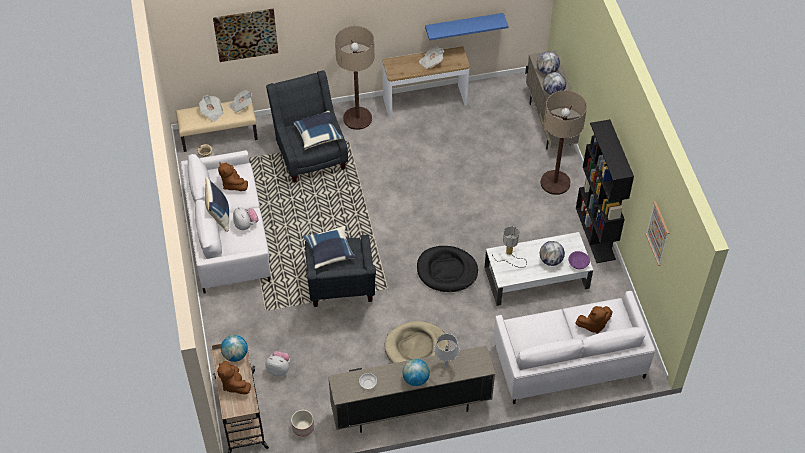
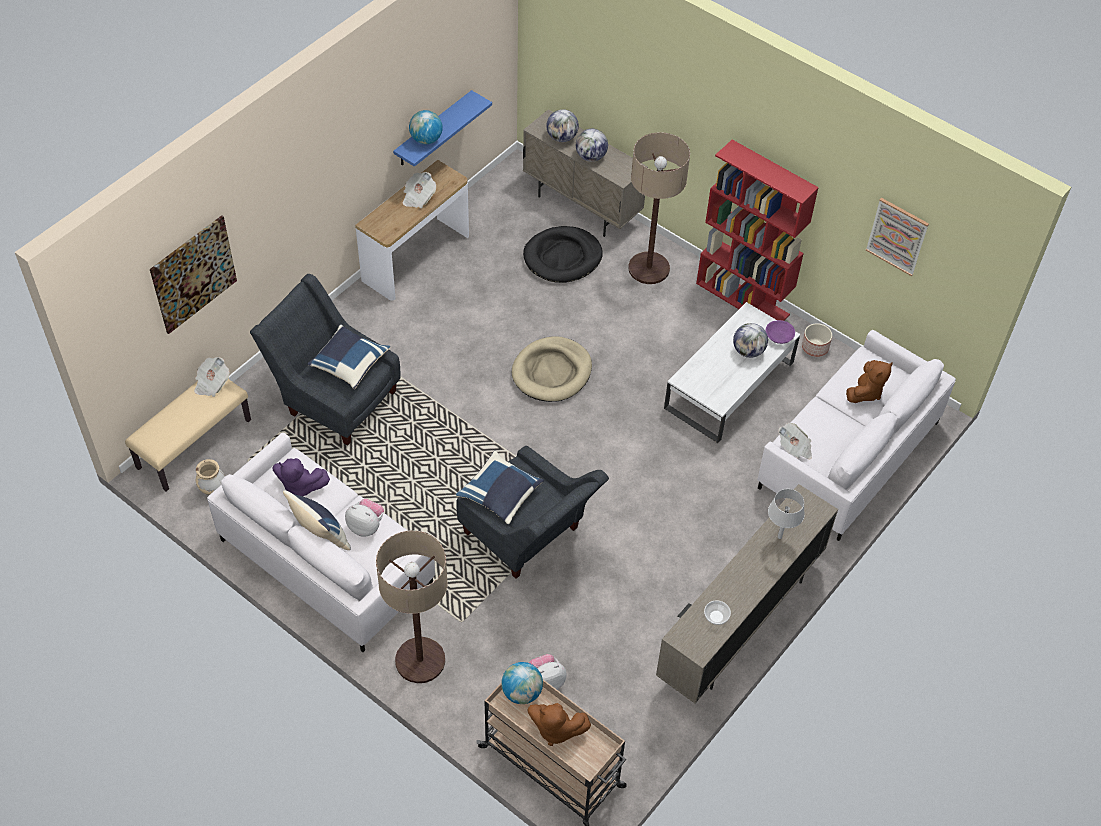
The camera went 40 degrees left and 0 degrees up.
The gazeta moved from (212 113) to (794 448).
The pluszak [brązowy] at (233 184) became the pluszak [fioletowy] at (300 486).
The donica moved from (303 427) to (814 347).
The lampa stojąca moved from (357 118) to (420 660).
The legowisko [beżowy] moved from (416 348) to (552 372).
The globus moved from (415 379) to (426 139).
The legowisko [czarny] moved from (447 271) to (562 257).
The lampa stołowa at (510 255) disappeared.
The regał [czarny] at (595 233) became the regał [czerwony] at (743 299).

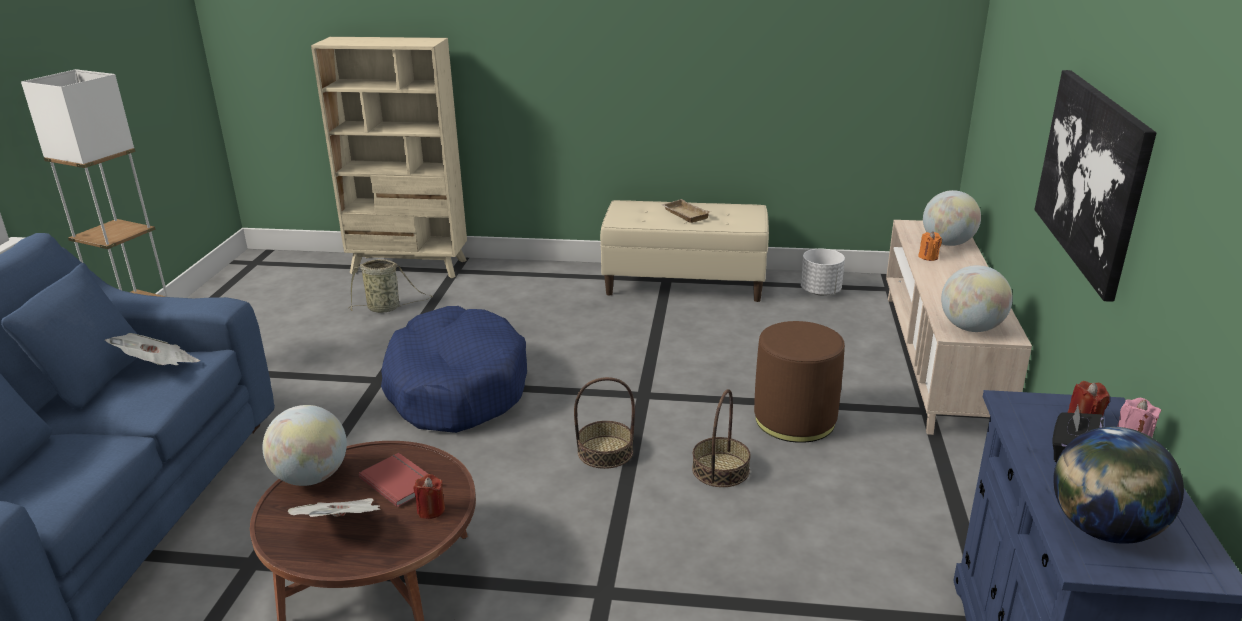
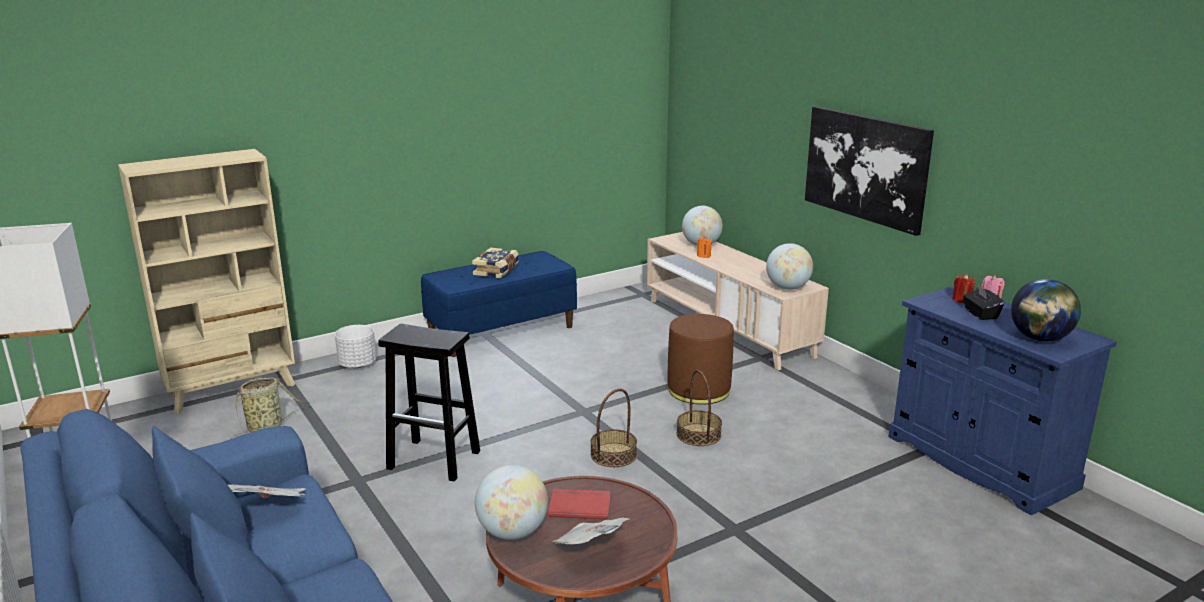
The camera went 40 degrees left and 5 degrees down.
The legowisko [niebieski] at (456 387) was replaced by the stołek [czarny] at (435 460).
The świeca [czerwony] at (431 510) disappeared.
The ławka [beżowy] at (685 284) became the ławka [niebieski] at (502 331).
The taca [beżowy] at (684 214) was replaced by the książka at (497 271).
The donica [biały] moved from (821 291) to (358 364).

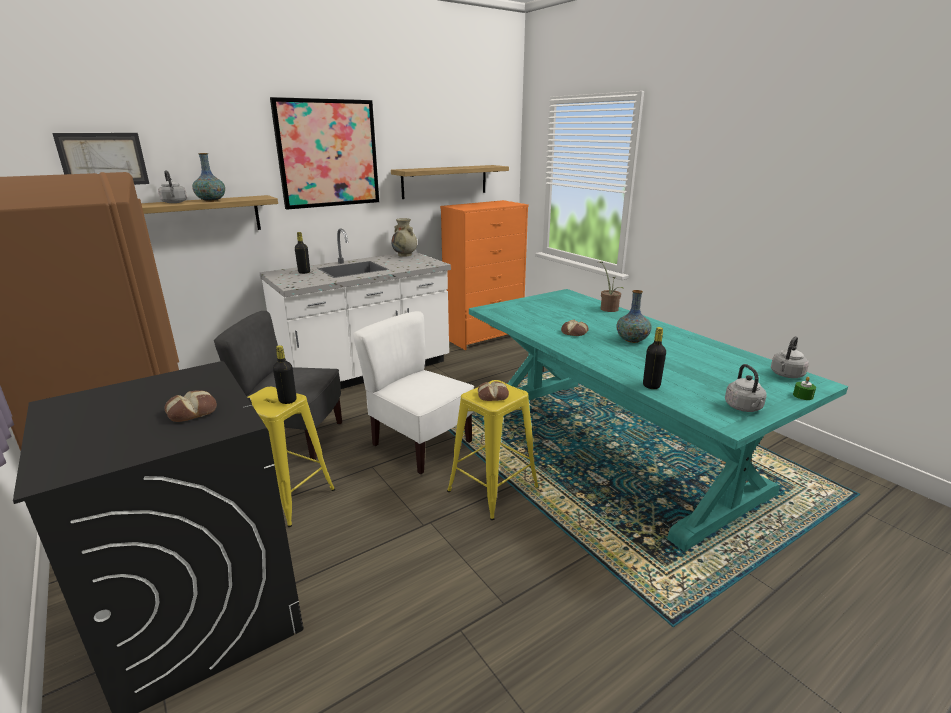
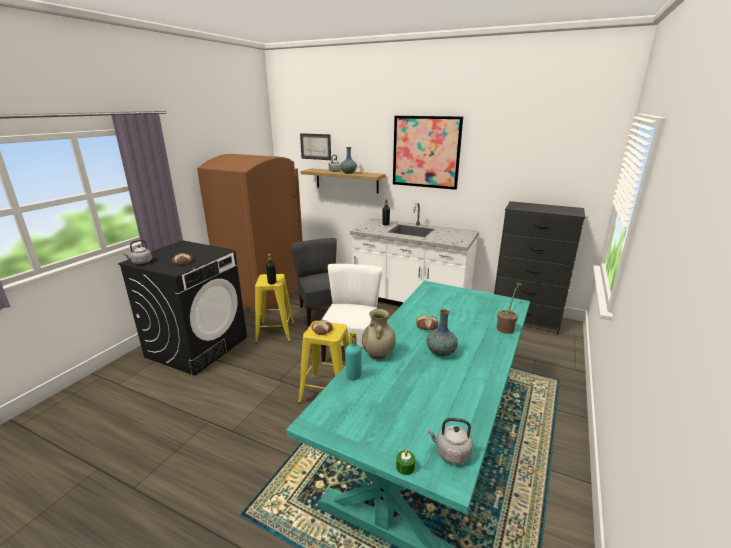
The camera went 60 degrees right and 0 degrees up.
The półka at (445 181) disappeared.
The wazon [beżowy] moved from (405 255) to (378 354).
The komoda [pomarańczowy] at (484 336) became the komoda [czarny] at (525 319).
The butelka [czarny] at (651 385) became the butelka [turkusowy] at (353 376).
The czajnik [szary] moved from (744 408) to (141 262).

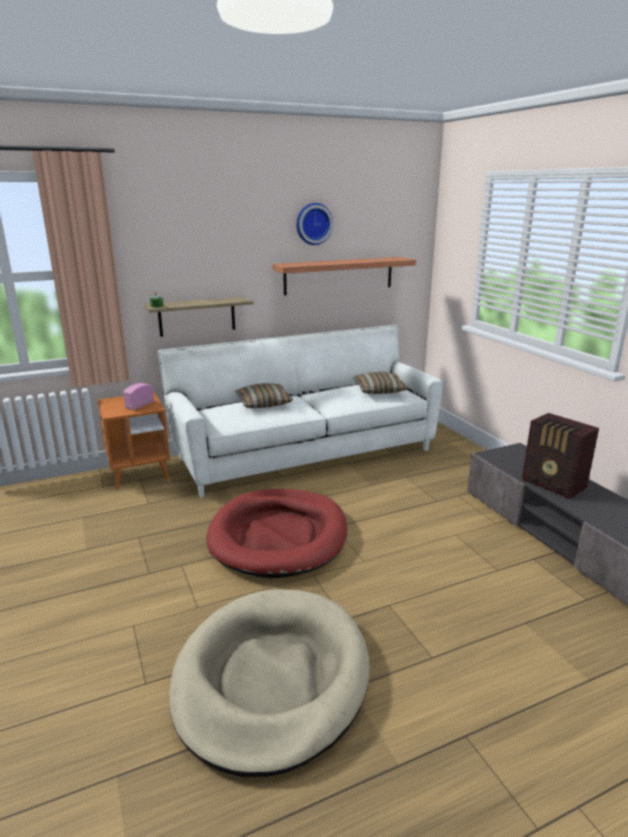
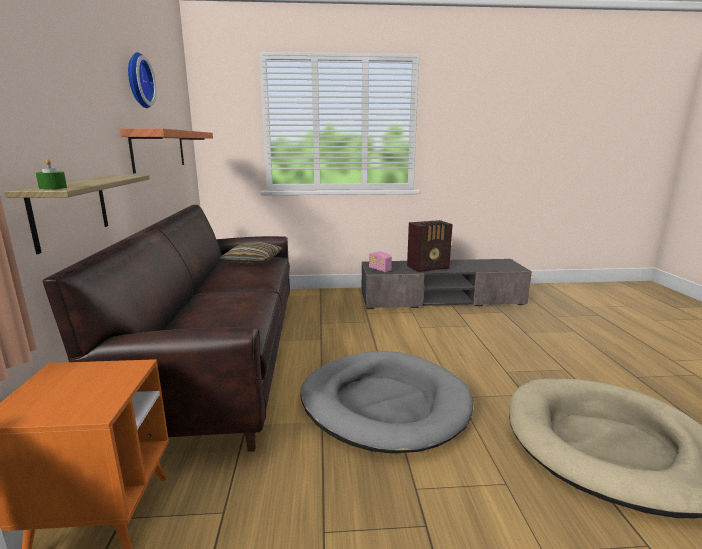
The camera went 70 degrees left and 5 degrees down.
The radio moved from (140 405) to (380 269).
The kanapa [biały] at (305 454) became the kanapa [brązowy] at (222 357).
The legowisko [czerwony] at (278 536) became the legowisko [szary] at (384 404).
The poduszka at (263 403) disappeared.

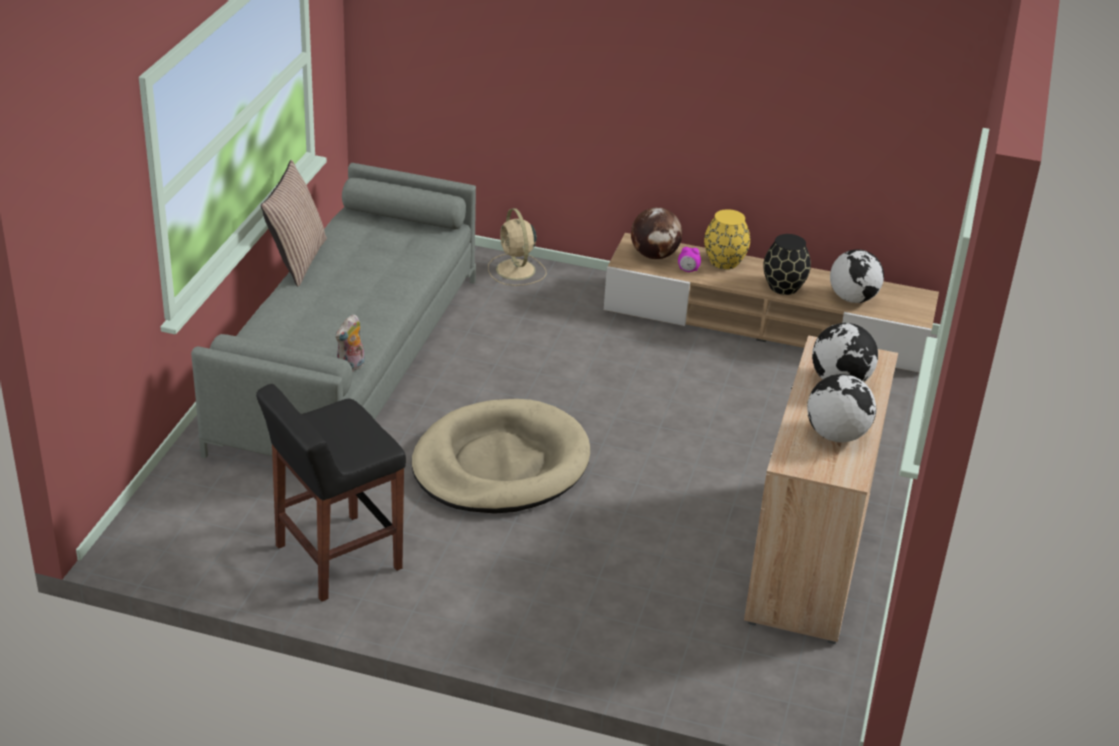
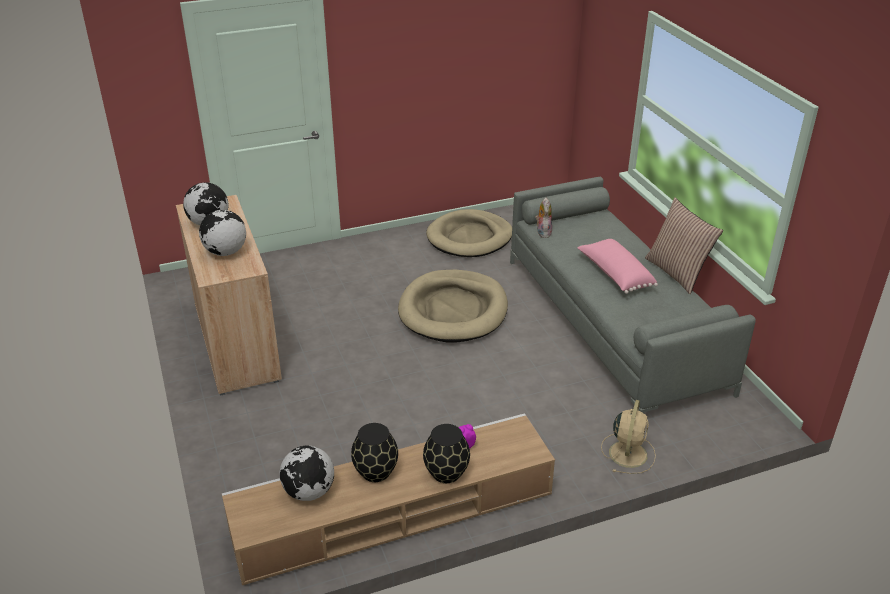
The camera went 145 degrees right and 0 degrees up.
The stołek [czarny] at (336 558) was replaced by the legowisko [beżowy] at (470 237).
The wentylator [beżowy] at (516 270) turned 75 degrees clockwise.
The globus at (654 255) disappeared.
The wazon [żółty] at (723 261) became the wazon [czarny] at (447 472).
The poduszka [różowy] at (615 274) appeared.

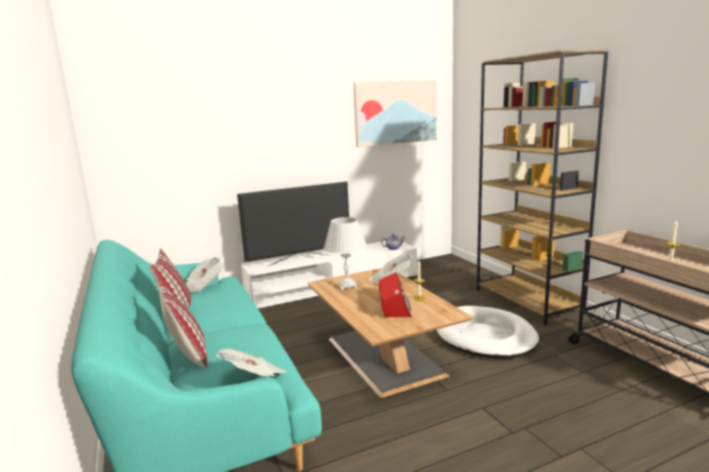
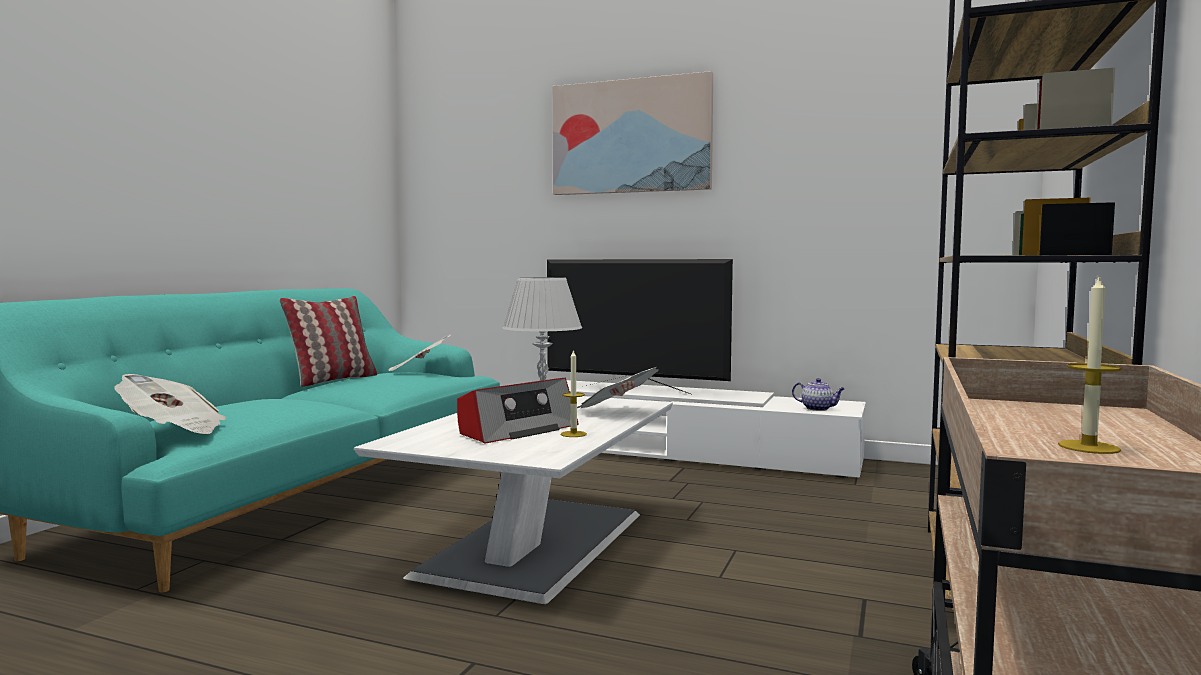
The camera went 45 degrees right and 10 degrees down.
The poduszka at (188 354) disappeared.
The ława [brązowy] at (382 355) became the ława [biały] at (536 541).
The obraz moved from (395 112) to (631 136).
The legowisko [biały] at (485 336) disappeared.

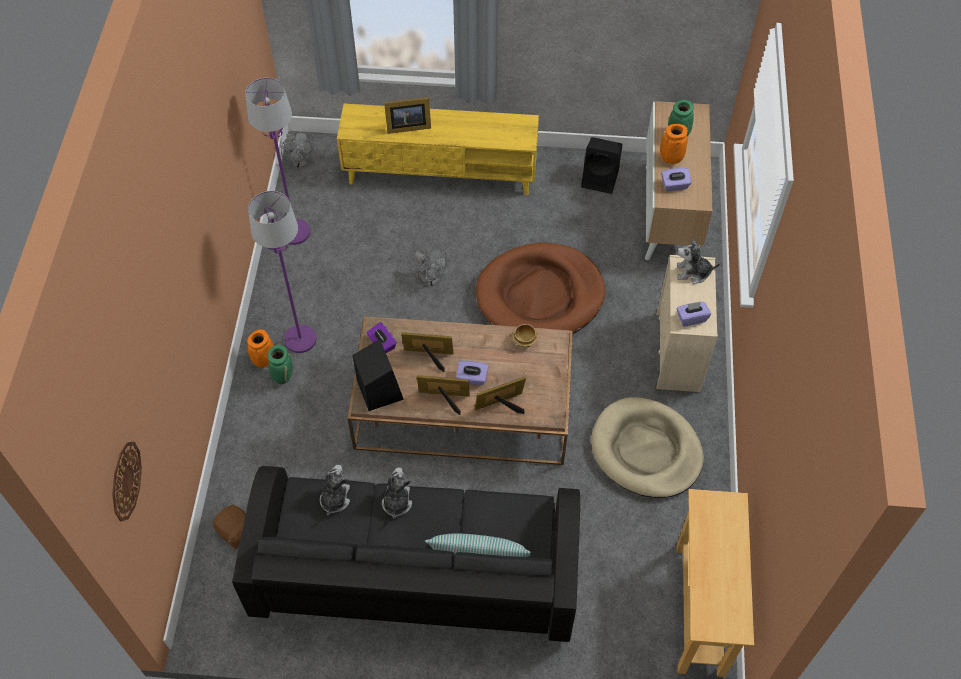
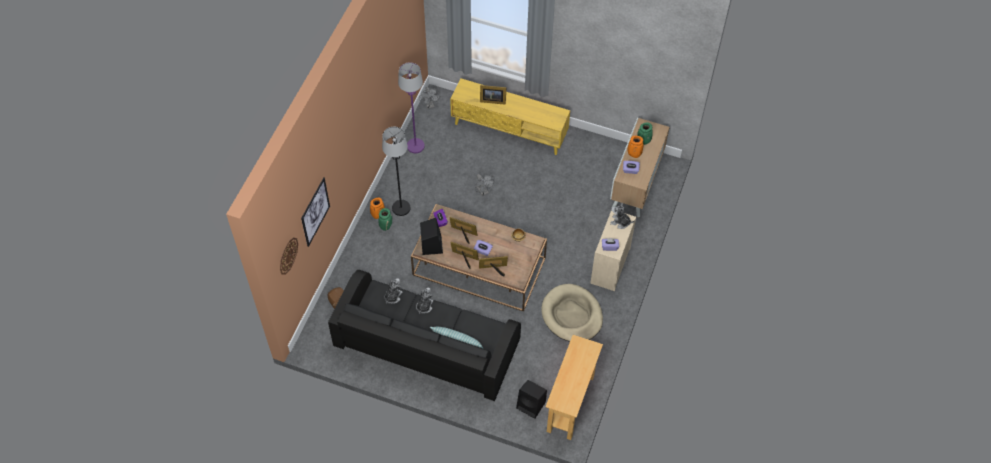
The camera went 15 degrees right and 0 degrees up.
The lampa stojąca [fioletowy] at (300 339) became the lampa stojąca [czarny] at (401 208).
The legowisko [brązowy] at (540 296) disappeared.
The głośnik [czarny] moved from (601 179) to (531 405).
The obraz at (315 212) appeared.

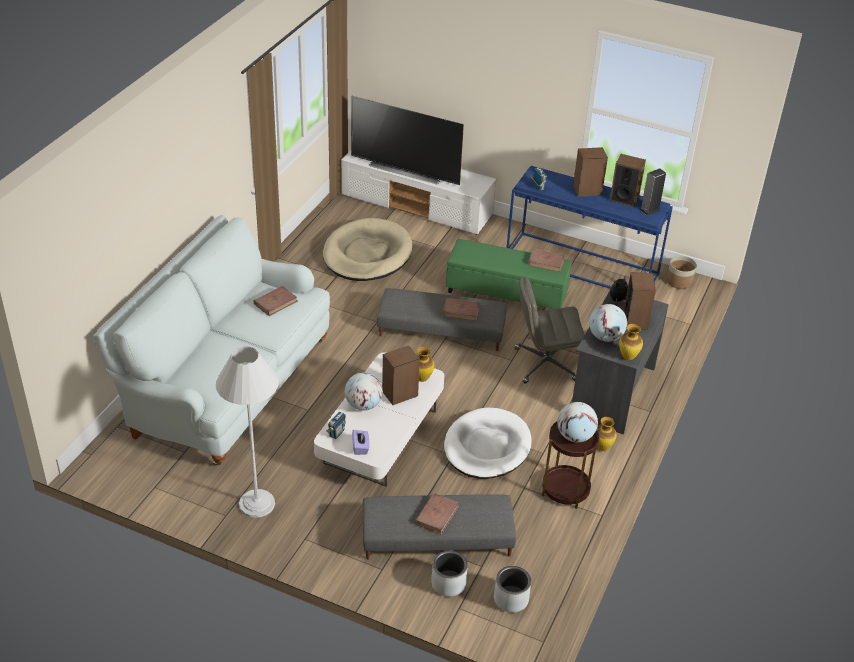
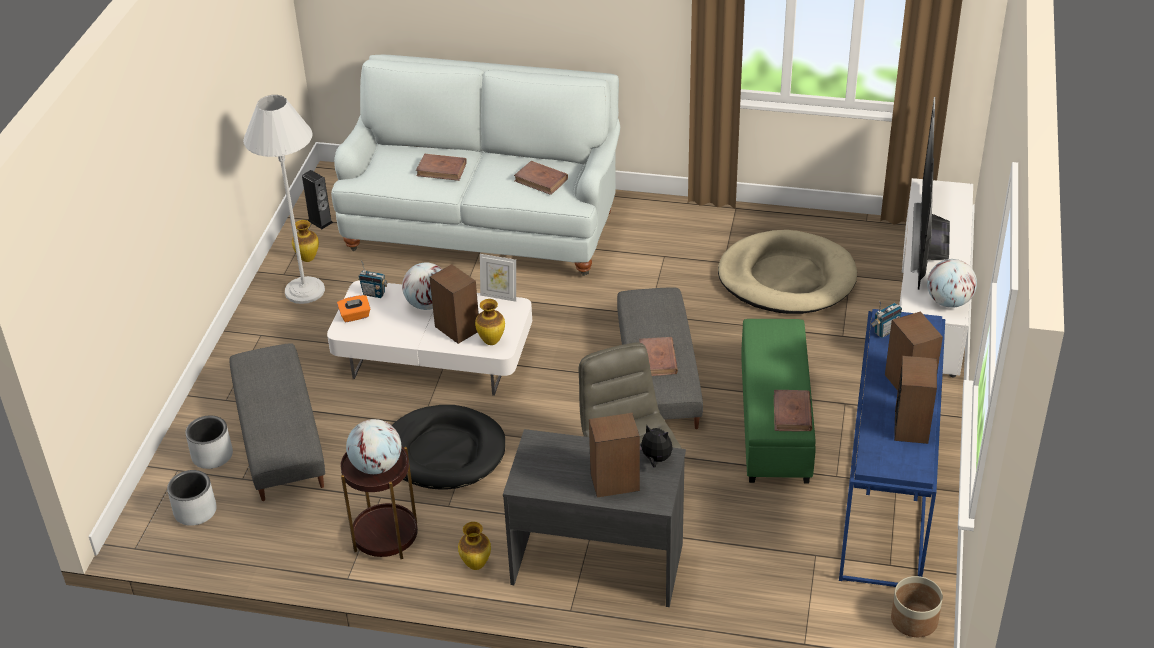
The camera went 80 degrees right and 0 degrees up.
The pudełko chusteczek [fioletowy] at (360 447) became the pudełko chusteczek [pomarańczowy] at (355 316).
The książka [brązowy] moved from (437 515) to (442 169).
The legowisko [biały] at (486 447) became the legowisko [czarny] at (444 452).
The globus moved from (605 337) to (948 302).
The wazon moved from (628 357) to (307 259).
The głośnik moved from (649 210) to (320 221).
The ramka na zdjęcie at (499 296) appeared.

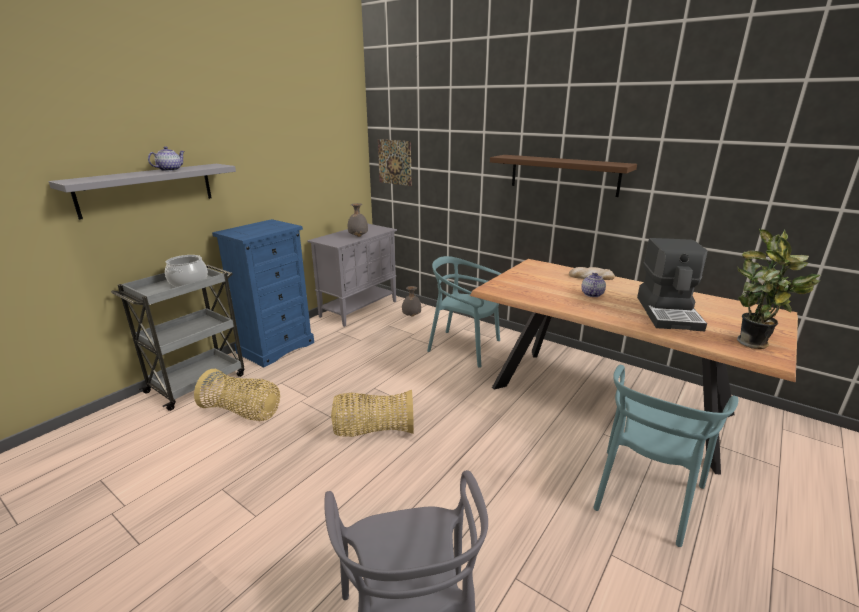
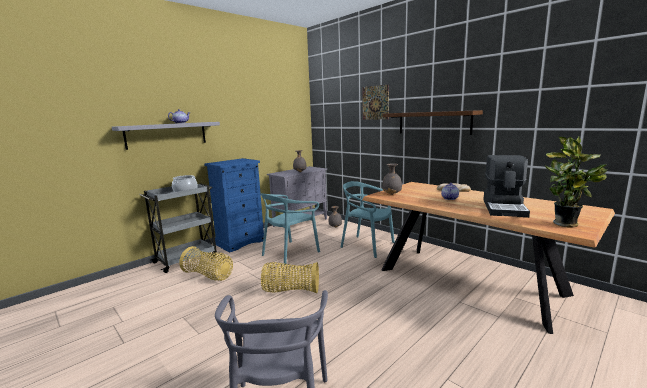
The camera went 10 degrees right and 10 degrees down.
The obraz moved from (394 162) to (375 102).
The krzesło [turkusowy] moved from (645 494) to (290 253).
The wazon [szary] at (392 194) appeared.

